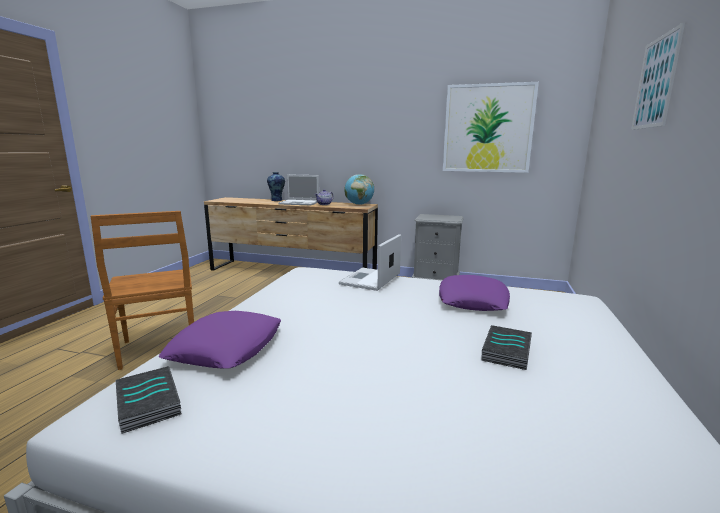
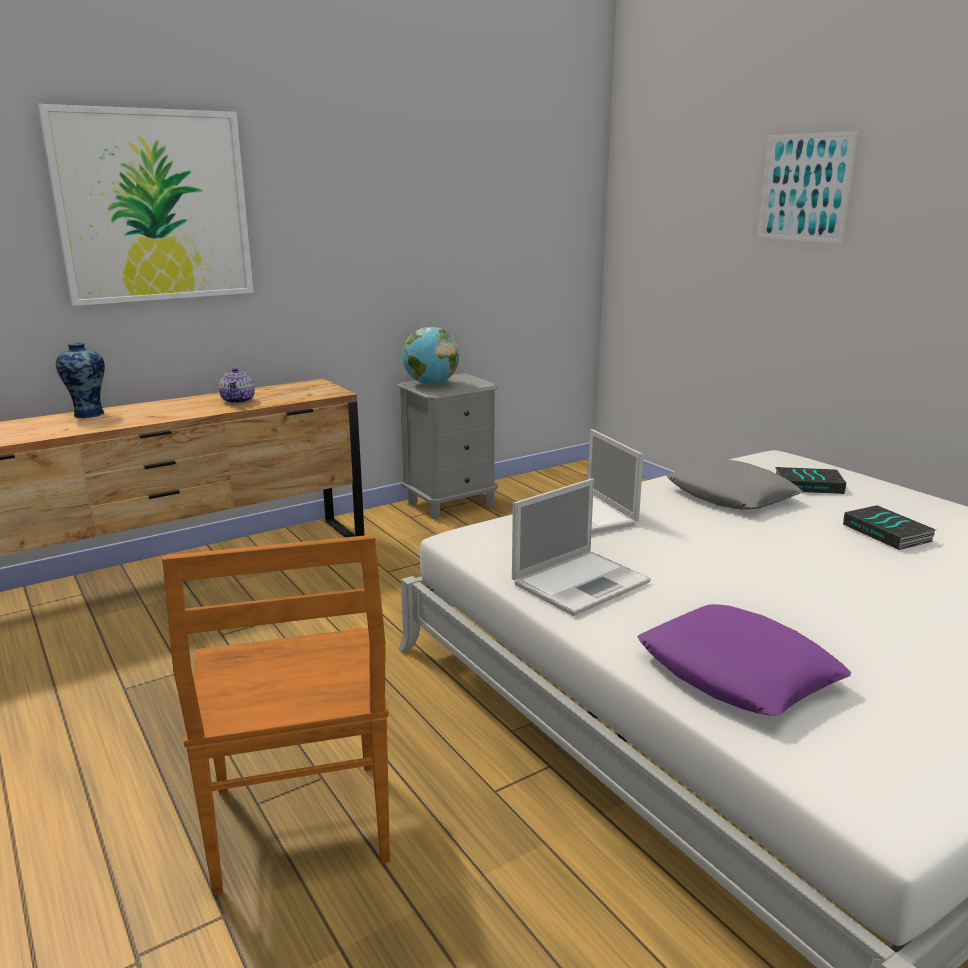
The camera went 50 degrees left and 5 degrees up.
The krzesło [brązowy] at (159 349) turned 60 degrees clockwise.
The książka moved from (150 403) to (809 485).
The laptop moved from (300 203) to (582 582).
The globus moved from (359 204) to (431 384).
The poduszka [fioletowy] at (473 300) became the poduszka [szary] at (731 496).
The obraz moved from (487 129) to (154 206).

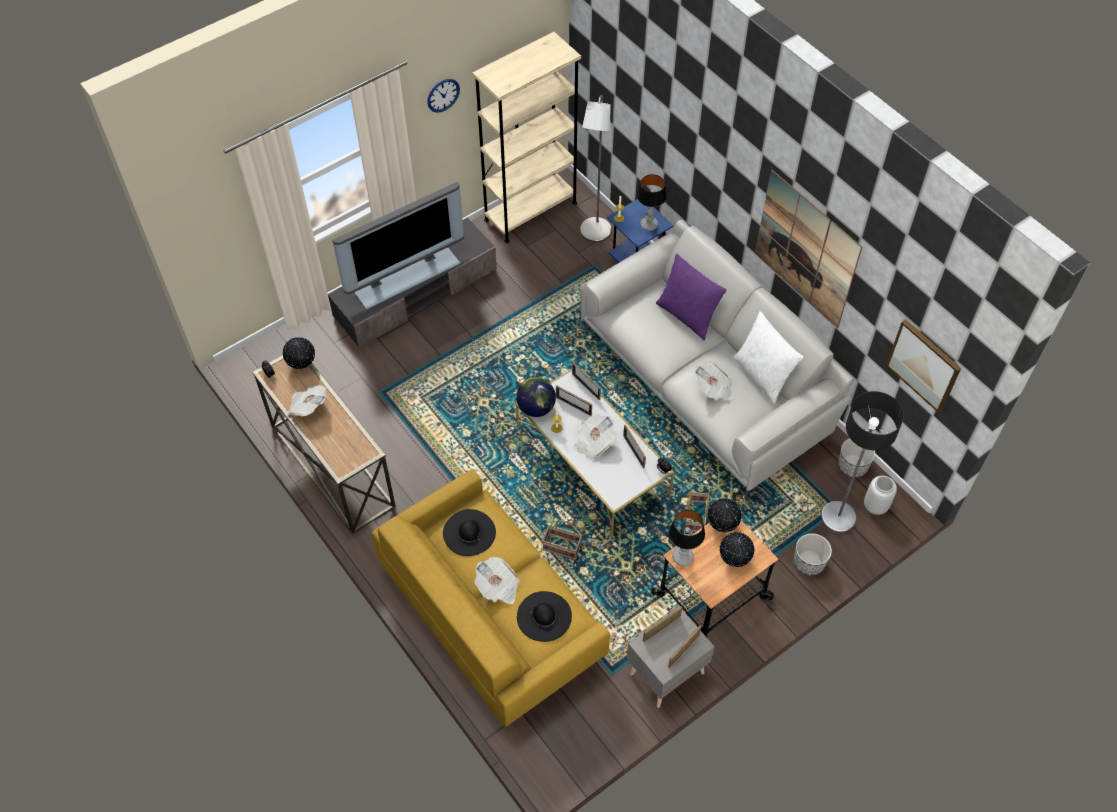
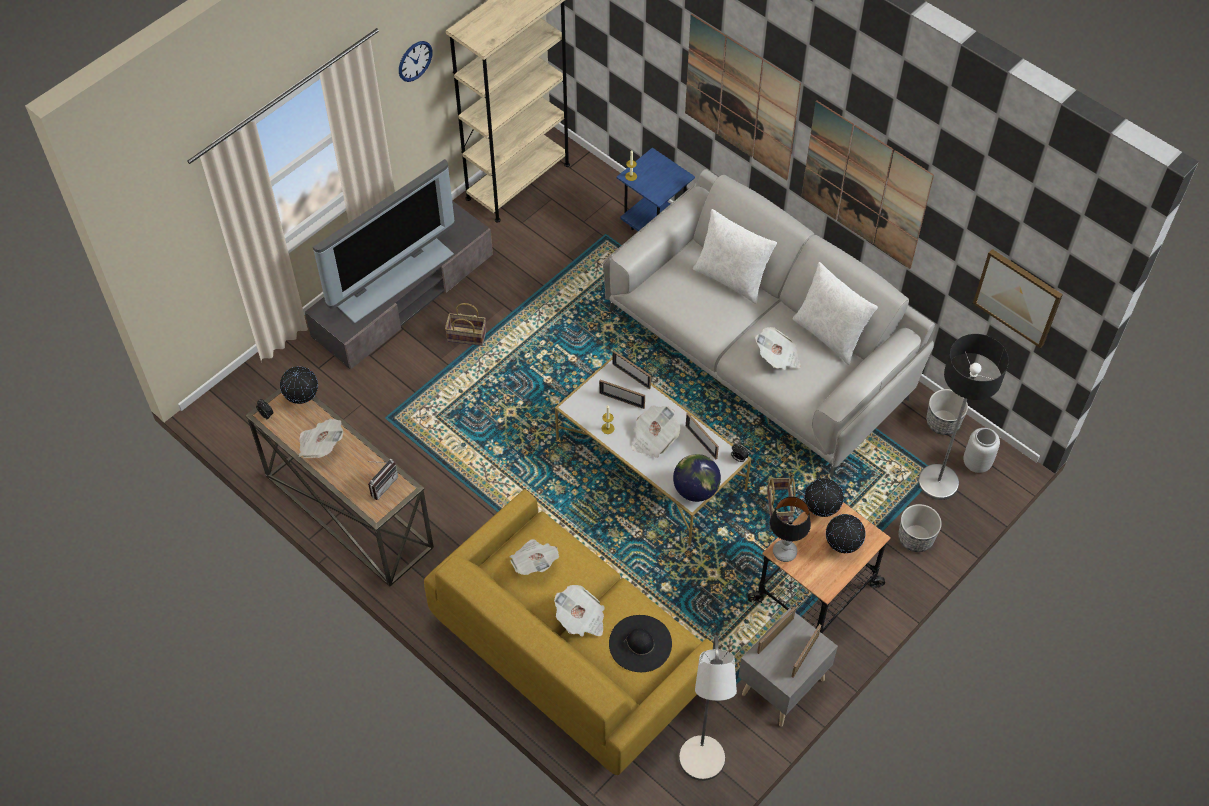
The camera went 10 degrees left and 0 degrees up.
The kapelusz [czarny] at (469 532) was replaced by the gazeta at (534 563).
The globus moved from (536 408) to (695 490).
The koszyk moved from (560 548) to (465 336).
The lampa stojąca [szary] moved from (594 235) to (702 767).
The lampa stołowa at (649 225) disappeared.
The poduszka [fioletowy] at (687 315) became the poduszka [biały] at (731 278).
The radio at (381 484) appeared.
The obraz at (741 97) appeared.

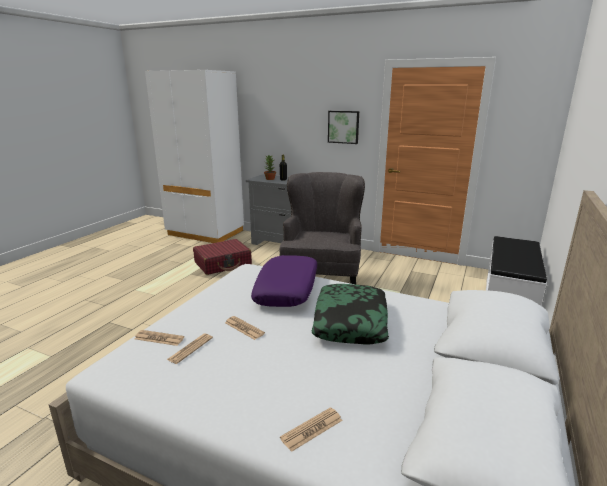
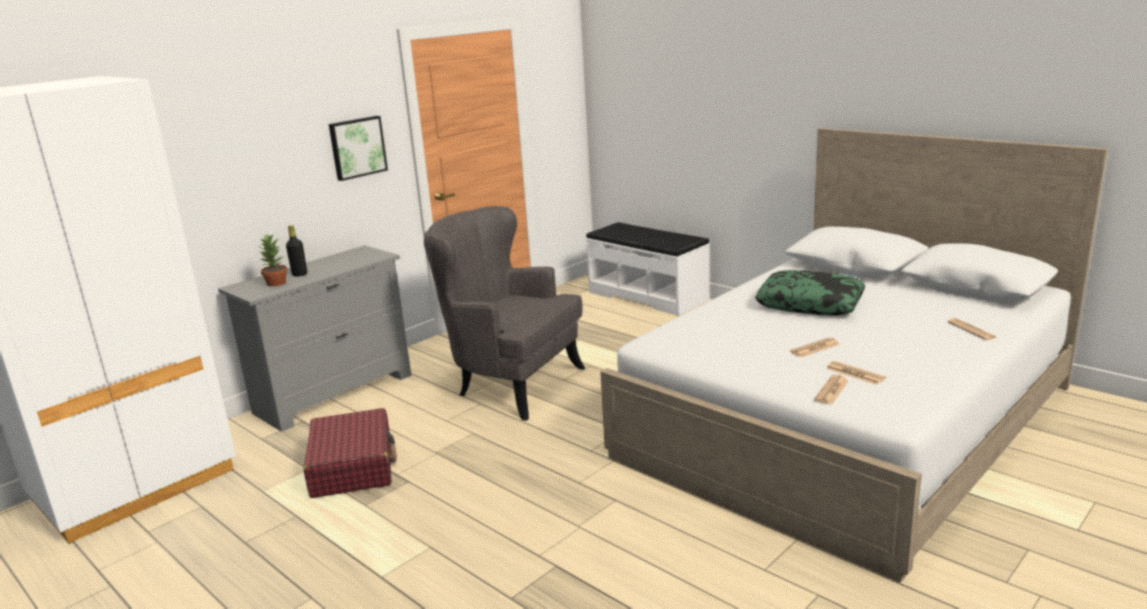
The camera went 70 degrees left and 0 degrees up.
The poduszka [fioletowy] at (287 289) disappeared.

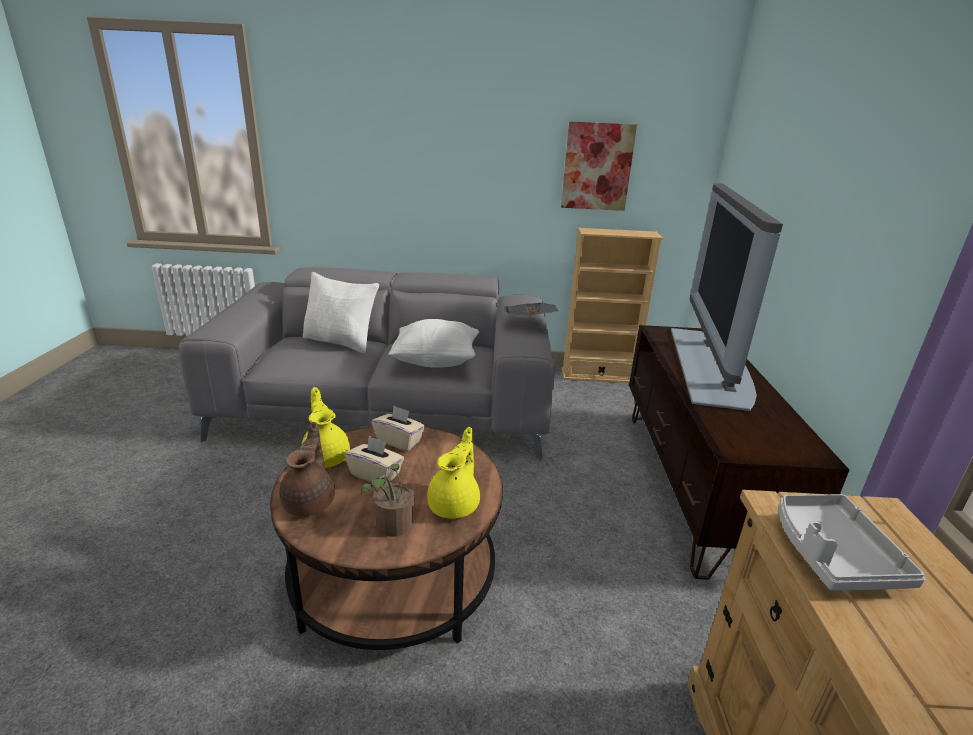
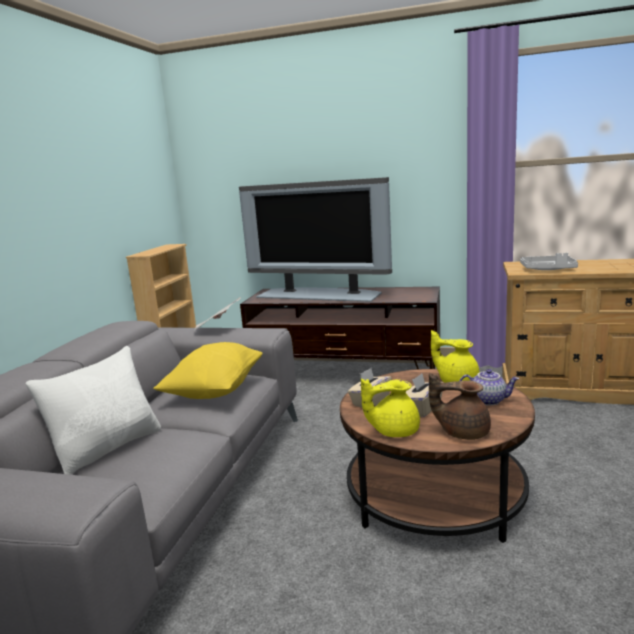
The camera went 75 degrees left and 10 degrees down.
The roślina doniczkowa at (392 527) was replaced by the imbryk at (488 400).
The poduszka [biały] at (436 361) became the poduszka [żółty] at (214 391).
The obraz at (597 166) disappeared.

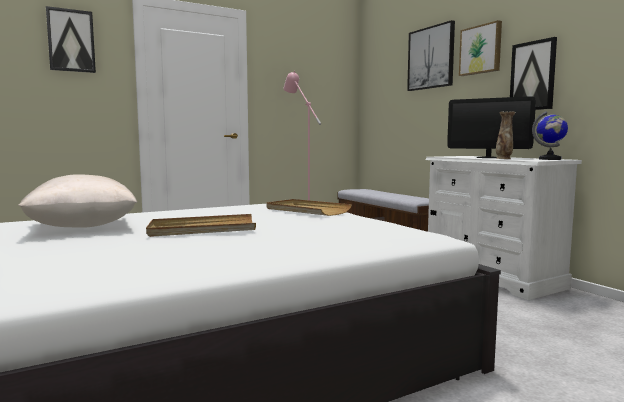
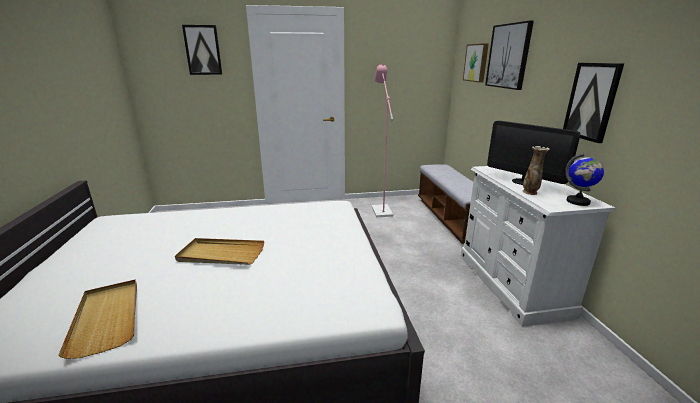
The camera went 20 degrees right and 15 degrees up.
The poduszka [beżowy] at (82 227) disappeared.
The taca [beżowy] moved from (306 210) to (107 318).
The obraz moved from (481 50) to (476 63).

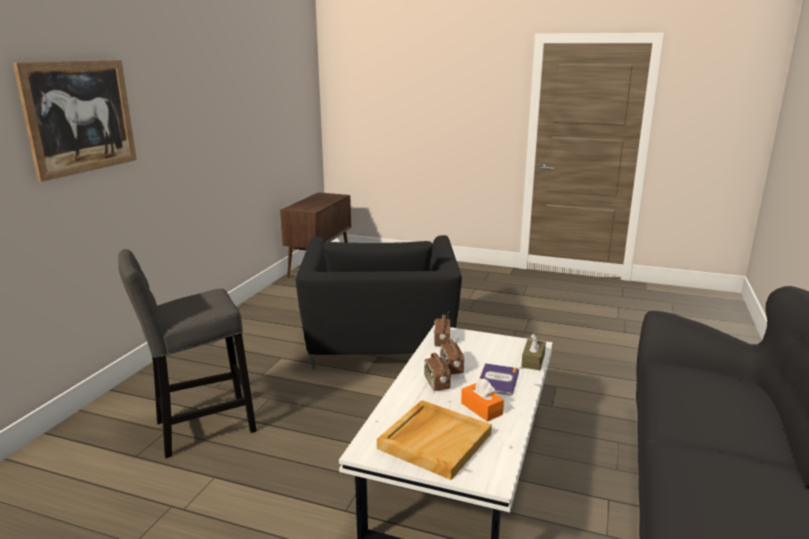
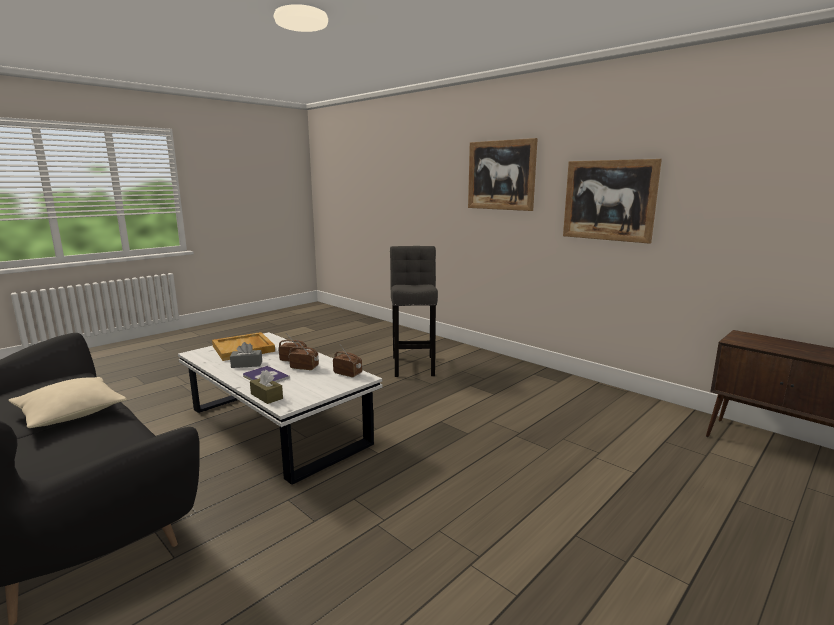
The camera went 115 degrees right and 5 degrees down.
The fotel [czarny] at (380 346) disappeared.
The pudełko chusteczek [pomarańczowy] at (481 409) became the pudełko chusteczek [szary] at (246 364).
The poduszka [beżowy] at (70 413) appeared.
The obraz at (609 200) appeared.

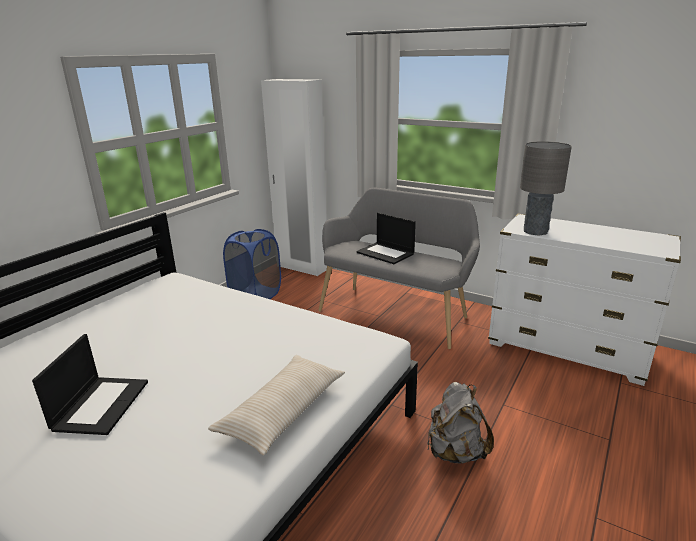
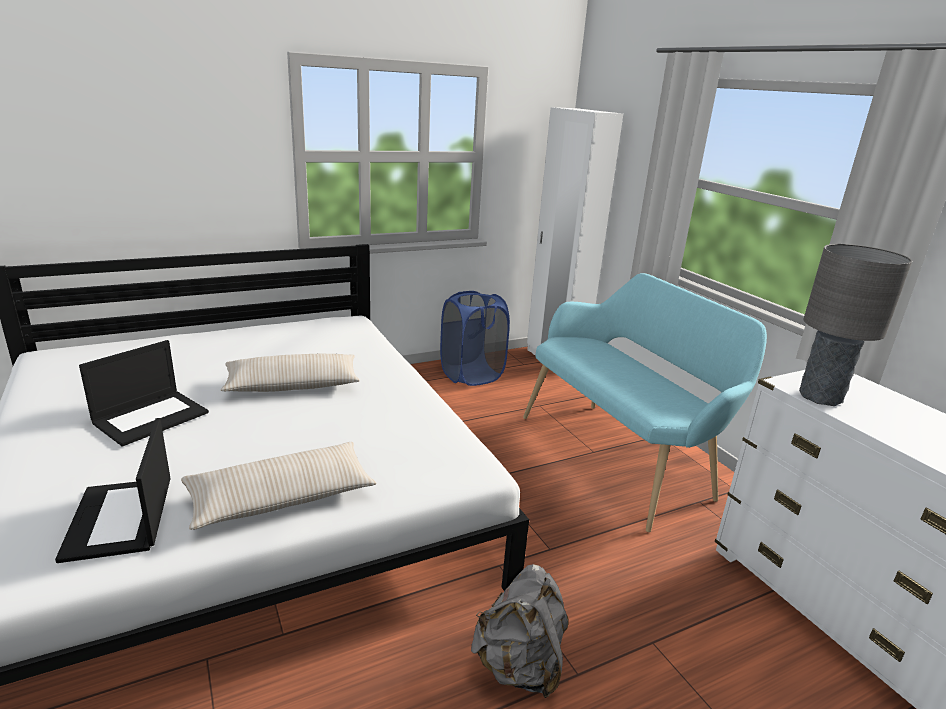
The camera went 30 degrees right and 0 degrees up.
The ławka [szary] at (397 312) became the ławka [turkusowy] at (621 456).
The laptop moved from (386 253) to (120 519).
The poduszka [beżowy] at (293 385) appeared.

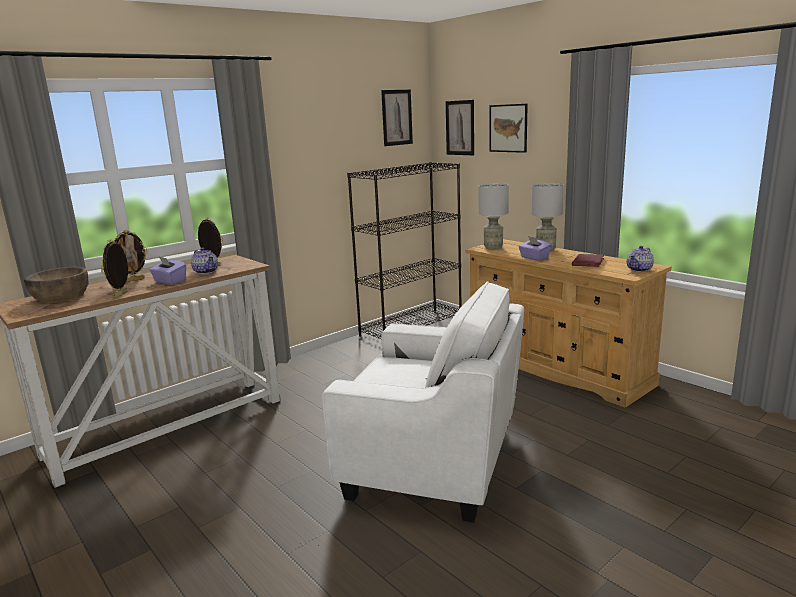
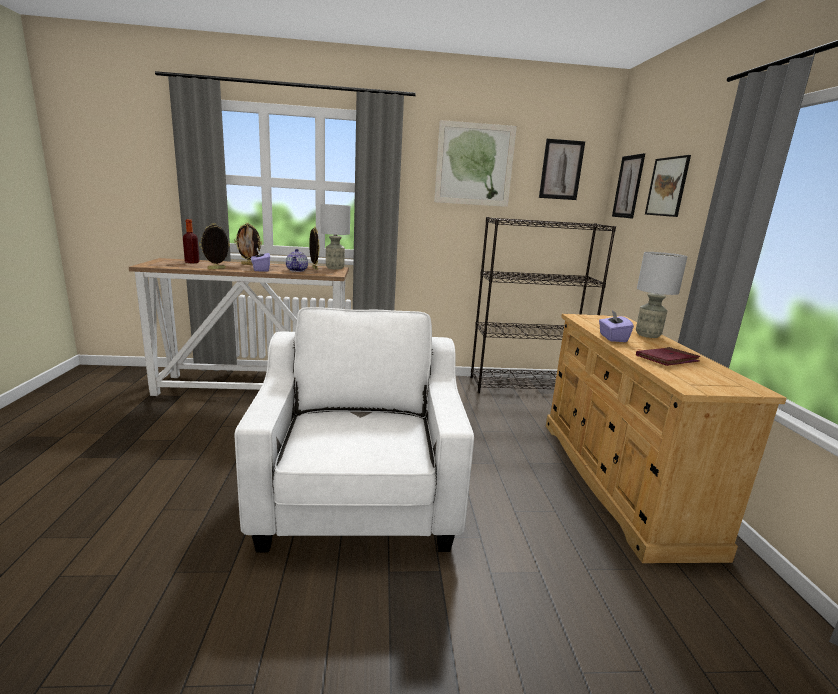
The camera went 35 degrees right and 0 degrees up.
The miska [brązowy] at (61 296) was replaced by the butelka at (192 262).
The fotel [biały] at (432 463) turned 150 degrees counterclockwise.
The lampa stołowa [szary] moved from (493 248) to (334 268).
The imbryk at (639 269) disappeared.
The obraz at (474 164) appeared.

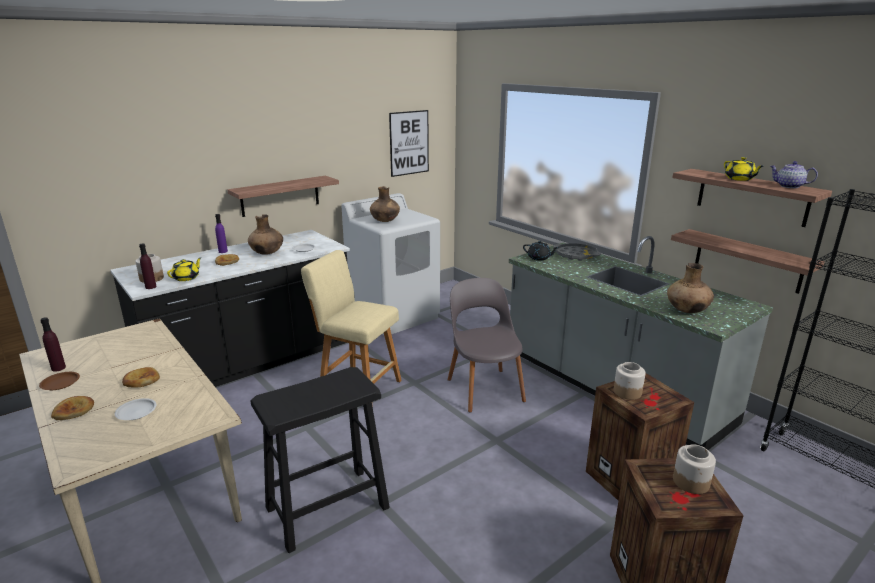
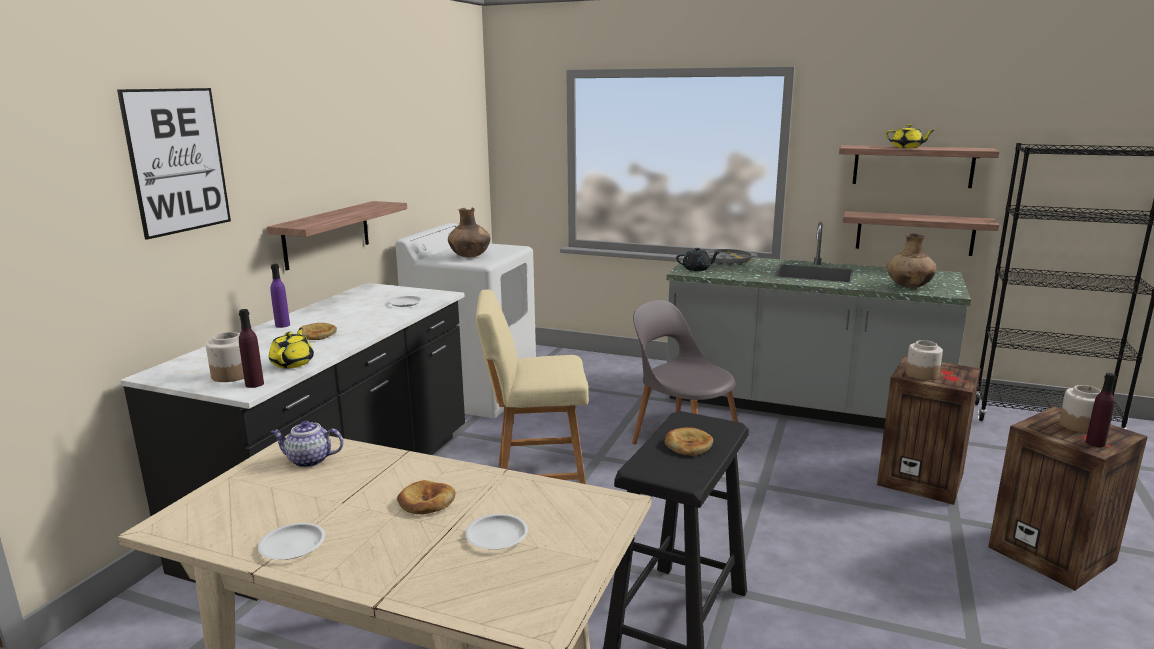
The camera went 30 degrees left and 5 degrees down.
The talerz [brązowy] at (61 383) became the talerz [biały] at (293 545).
The butelka [fioletowy] moved from (58 368) to (1095 443).
The chleb moved from (74 410) to (688 445).
The wazon [brązowy] at (267 253) disappeared.
The obraz moved from (409 143) to (177 161).
The imbryk moved from (788 186) to (308 460).

